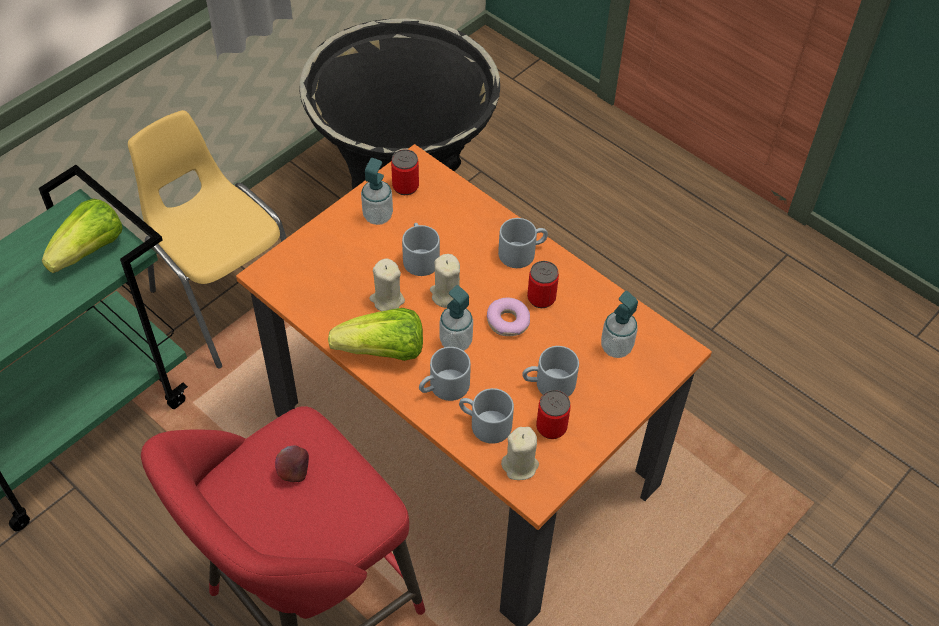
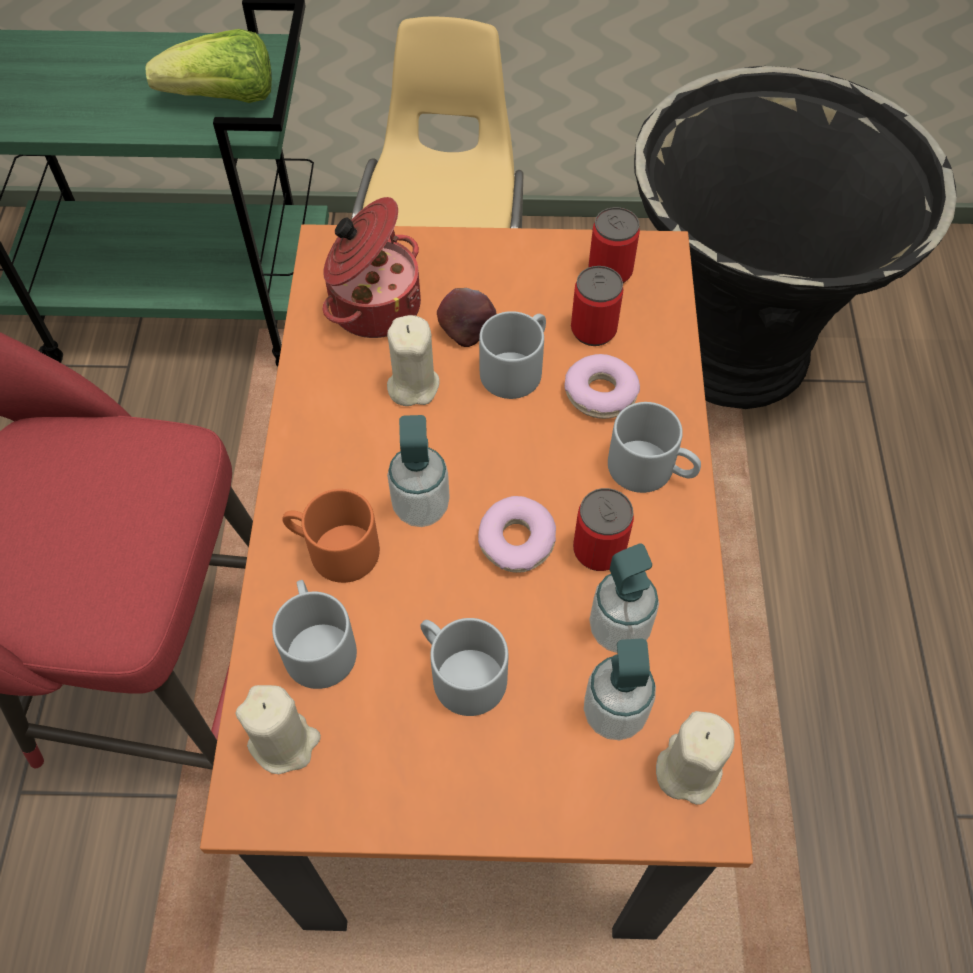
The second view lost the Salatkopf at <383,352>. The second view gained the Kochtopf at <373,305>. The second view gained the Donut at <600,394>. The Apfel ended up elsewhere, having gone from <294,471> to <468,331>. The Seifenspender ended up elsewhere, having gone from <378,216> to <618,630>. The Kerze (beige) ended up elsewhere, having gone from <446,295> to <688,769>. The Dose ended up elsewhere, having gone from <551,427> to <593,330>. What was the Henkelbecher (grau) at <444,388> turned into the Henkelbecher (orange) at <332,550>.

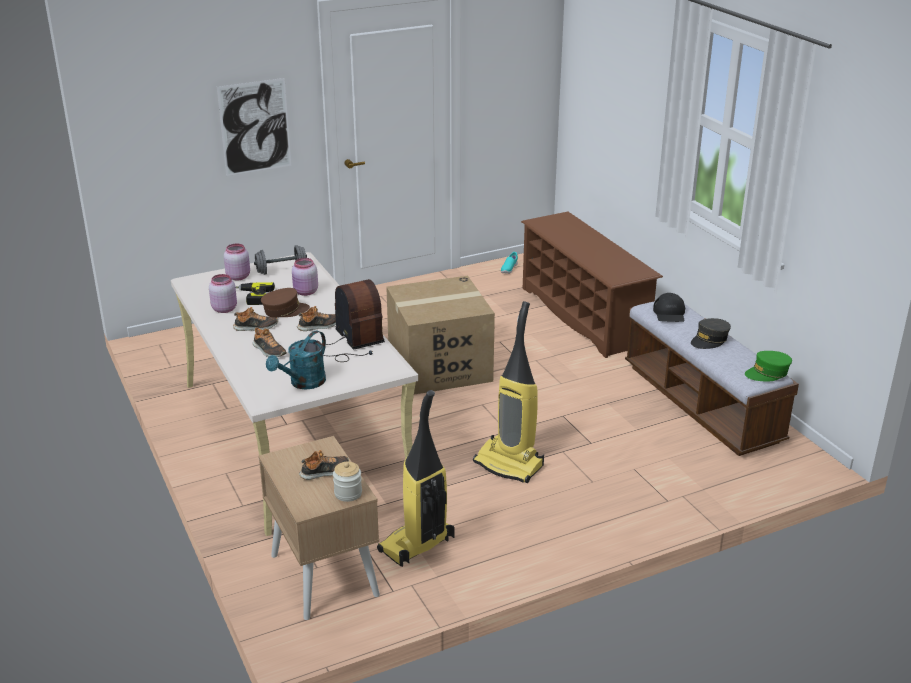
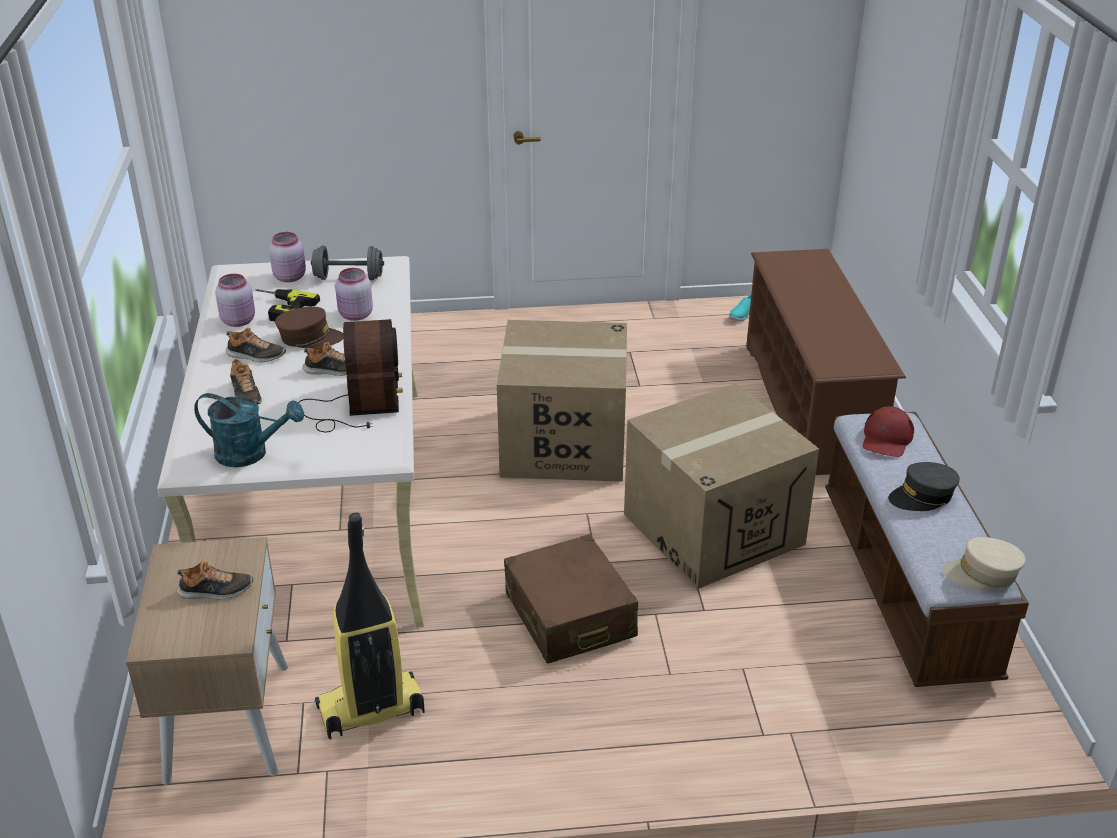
The second view lost the Bild at <255,127>. The second view lost the Vorratsglas at <348,493>. The second view gained the Karton at <713,528>. Where the Staubsauger stood at <510,464>, the Koffer (braun) came to stand at <569,616>. What was the Kappe (schwarz) at <669,313> turned into the Kappe (rot) at <886,439>. What was the Kappe (grün) at <767,373> turned into the Kappe (beige) at <982,574>. The Gießkanne (türkis) at <303,383> ended up facing another way, 135 degrees counterclockwise from before.

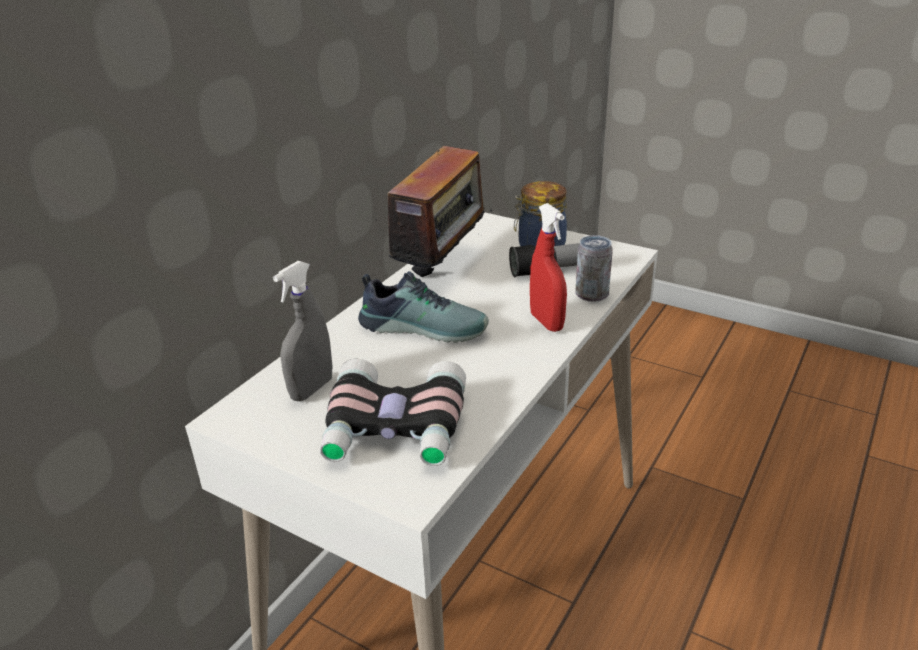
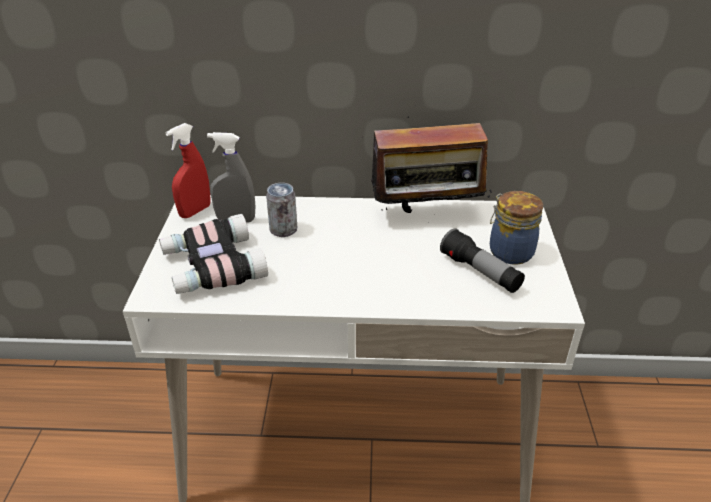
The second view lost the Schuh at <424,326>. The Sprühflasche (rot) ended up elsewhere, having gone from <546,322> to <195,211>. The Dose ended up elsewhere, having gone from <591,294> to <283,230>.

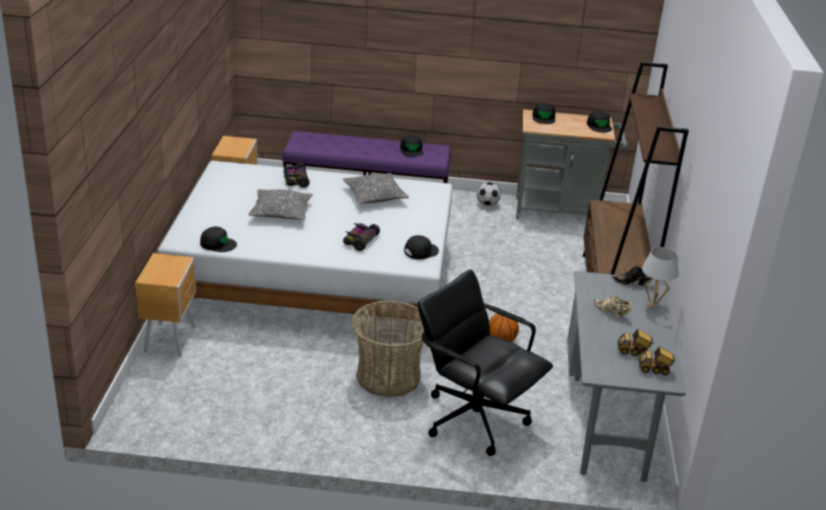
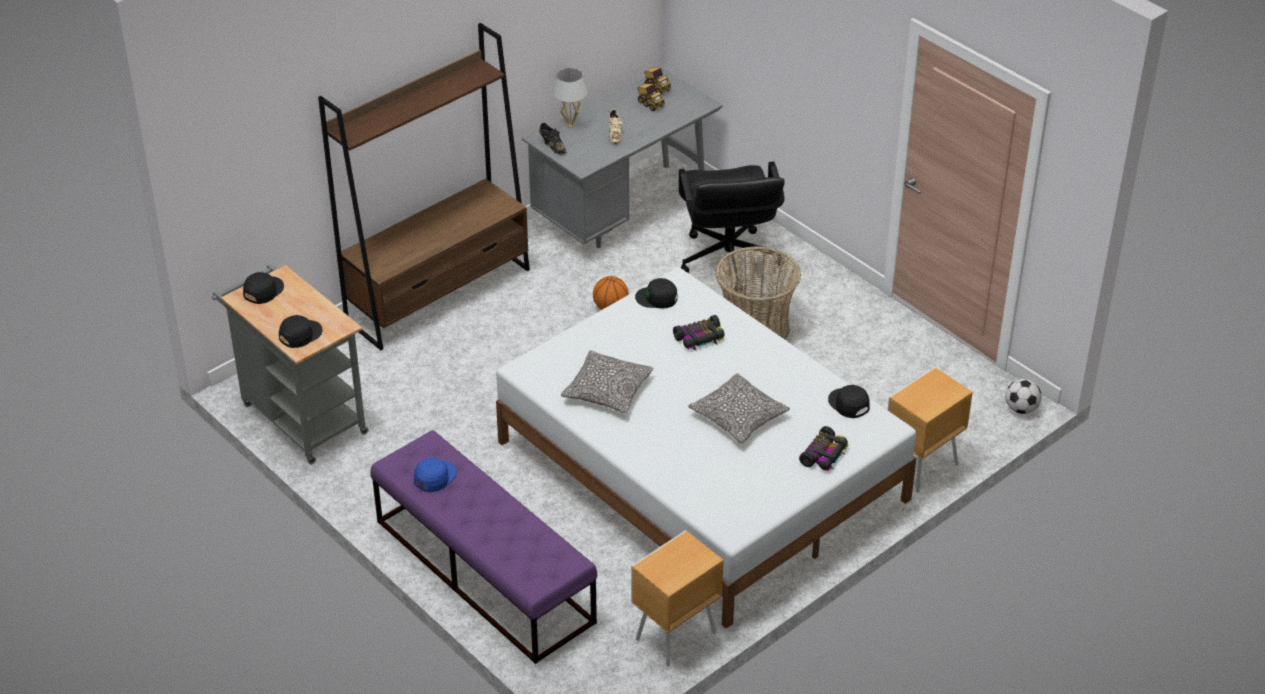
The Spielzeugauto ended up elsewhere, having gone from <295,180> to <825,455>. The Fußball ended up elsewhere, having gone from <487,204> to <1021,409>. What was the Kappe (schwarz) at <411,150> turned into the Kappe (blau) at <434,477>.

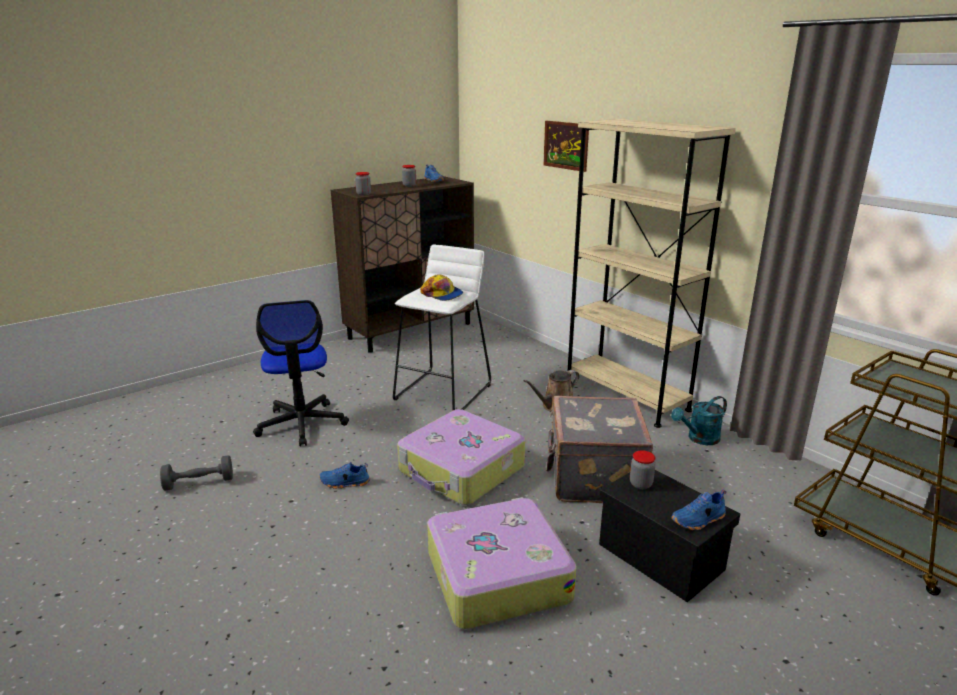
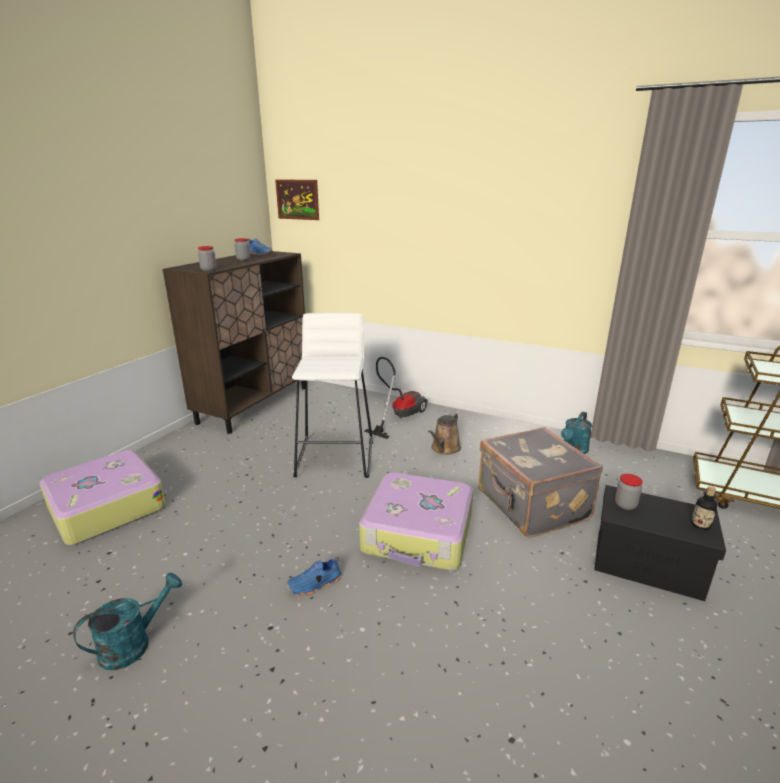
The second view lost the Bürostuhl at <302,424>. The second view lost the Kappe at <442,294>. The second view lost the Bücherregal (beige) at <626,396>. The second view gained the Staubsauger at <399,416>. The Koffer ended up elsewhere, having gone from <496,575> to <106,507>. The Bild ended up elsewhere, having gone from <566,145> to <297,199>. Where the Hantel (grau) stood at <199,483>, the Gießkanne (türkis) came to stand at <134,644>. Where the Schuh (blau) stood at <699,520>, the Flasche came to stand at <700,525>.

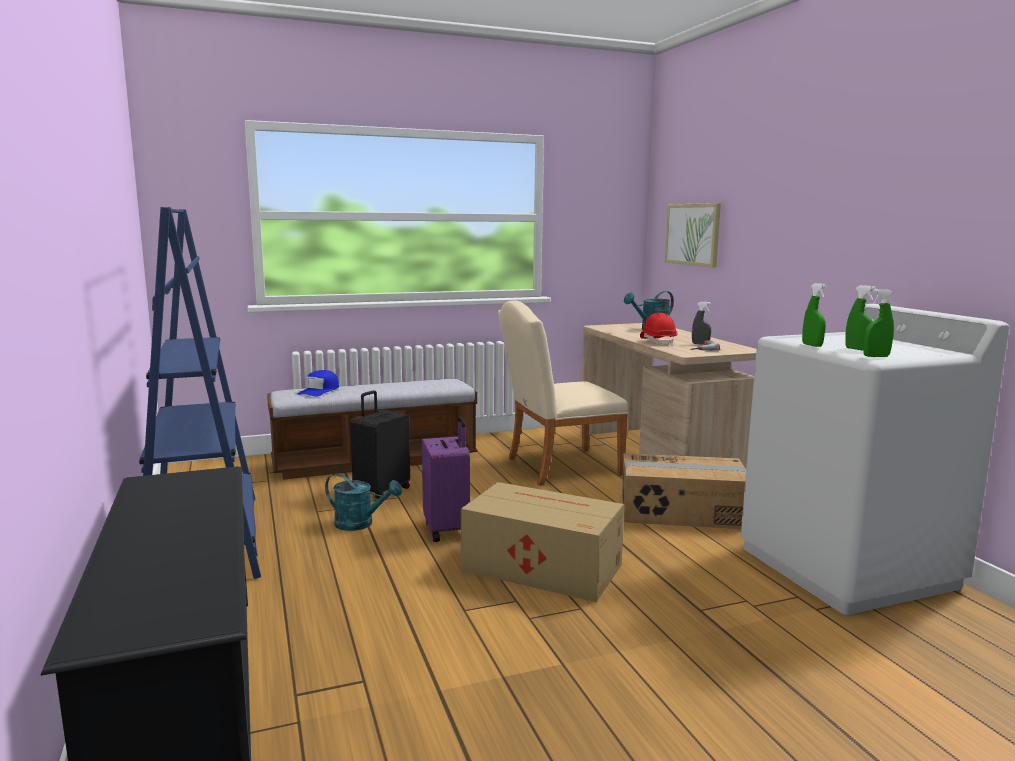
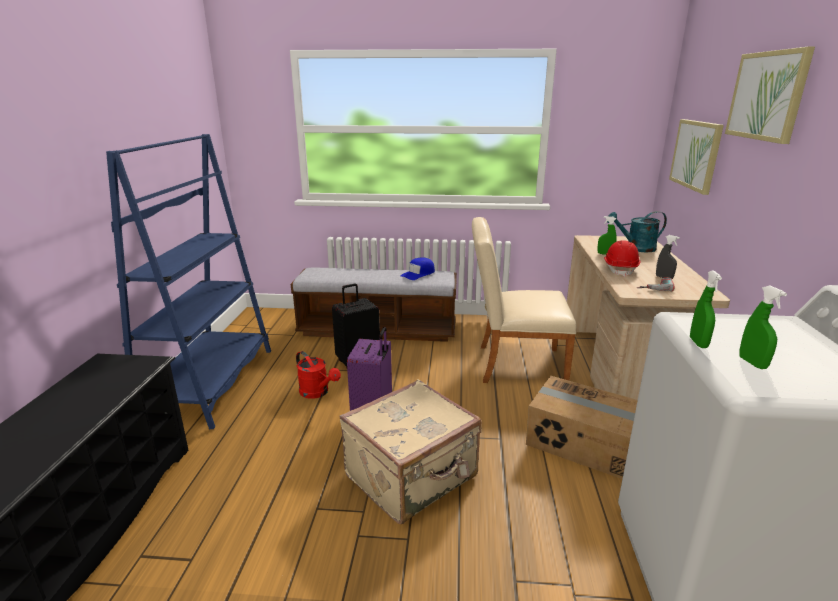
The second view gained the Bild at <767,96>. The Kappe (blau) ended up elsewhere, having gone from <319,391> to <418,274>. The Sprühflasche (grün) ended up elsewhere, having gone from <876,356> to <605,254>. Where the Karton stood at <540,566>, the Koffer (beige) came to stand at <412,477>. What was the Gießkanne (türkis) at <360,524> turned into the Gießkanne (rot) at <317,393>.

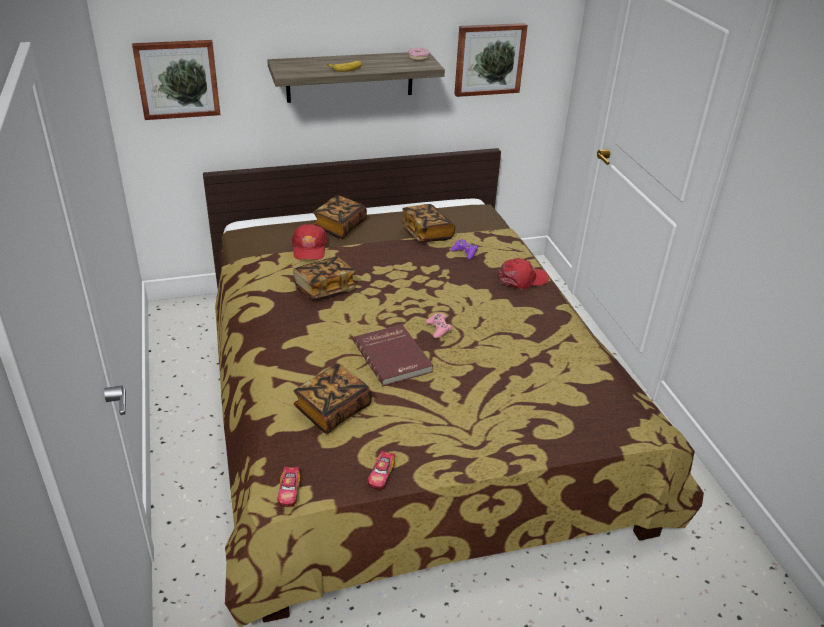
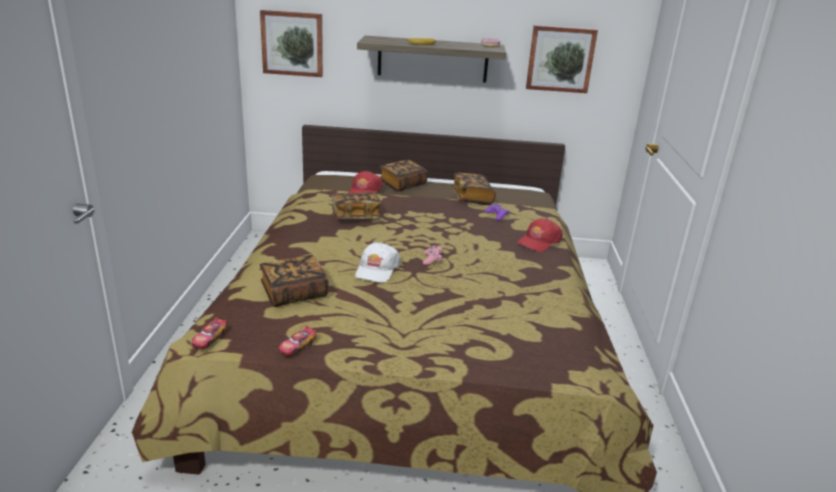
Where the Buch (rot) stood at <394,357>, the Kappe (weiß) came to stand at <377,269>. The Kappe (rot) at <522,279> ended up facing another way, 135 degrees clockwise from before.

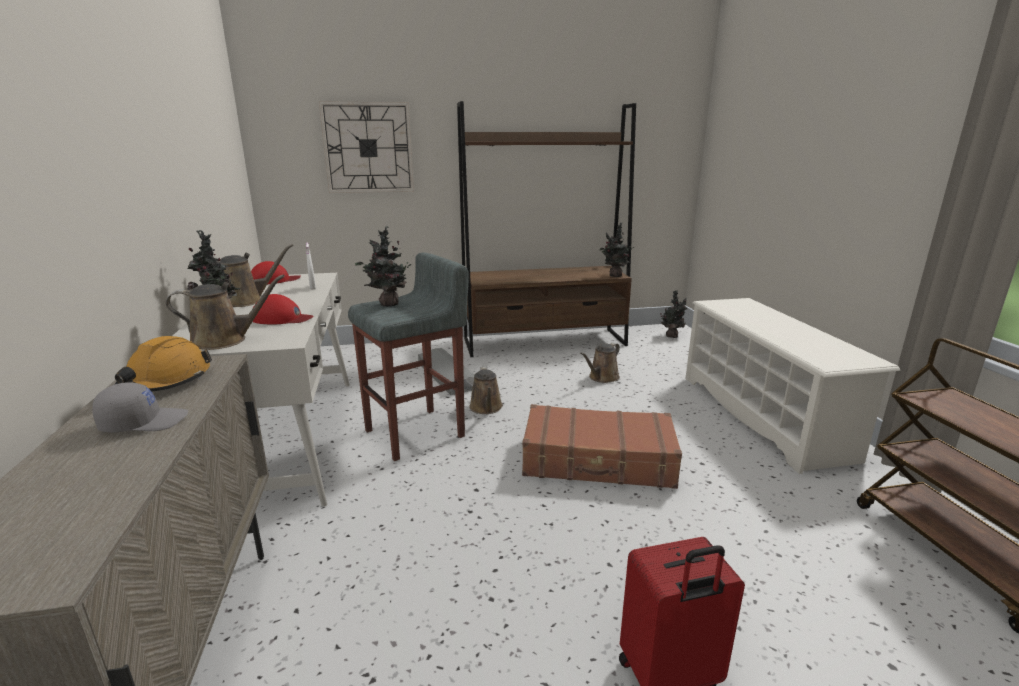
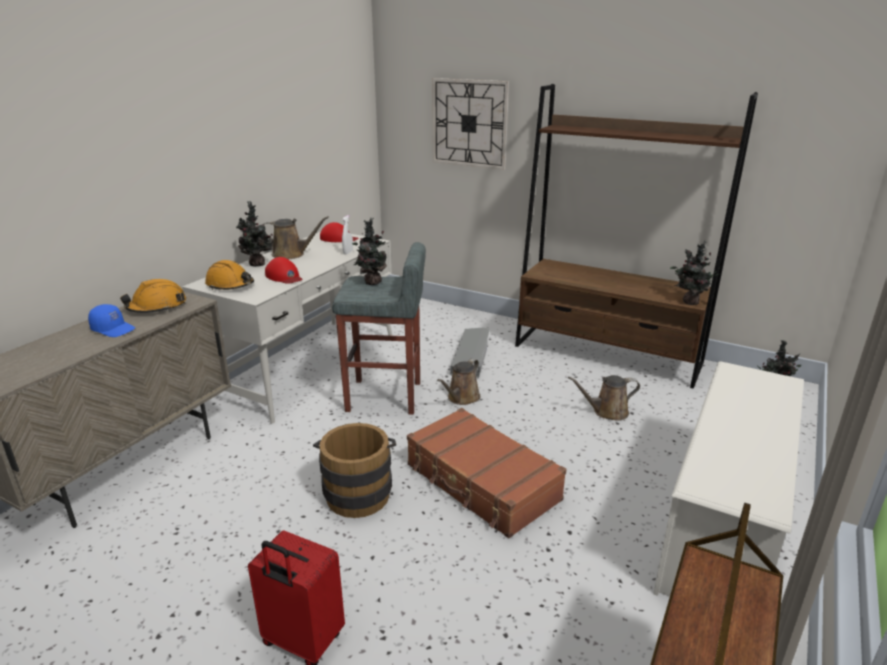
The second view gained the Eimer (braun) at <358,491>. Where the Gießkanne (braun) stood at <224,340>, the Schutzhelm (orange) came to stand at <230,285>. What was the Kappe (grau) at <144,422> turned into the Kappe (blau) at <114,329>.

